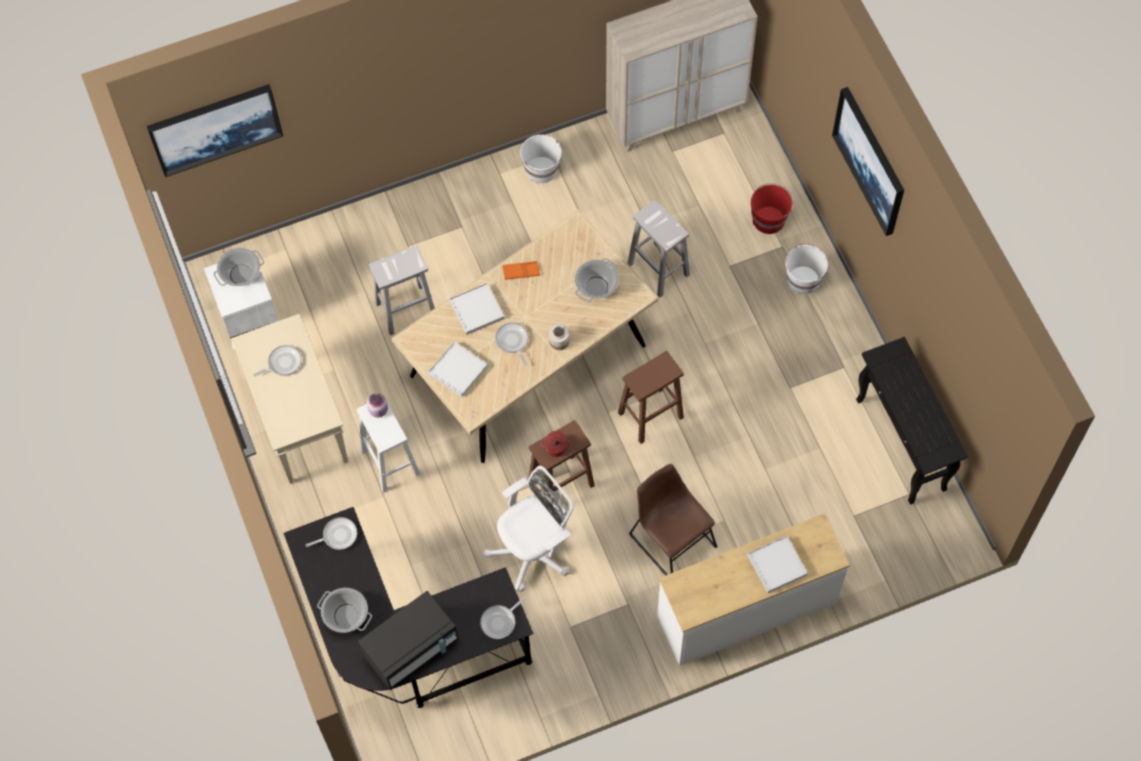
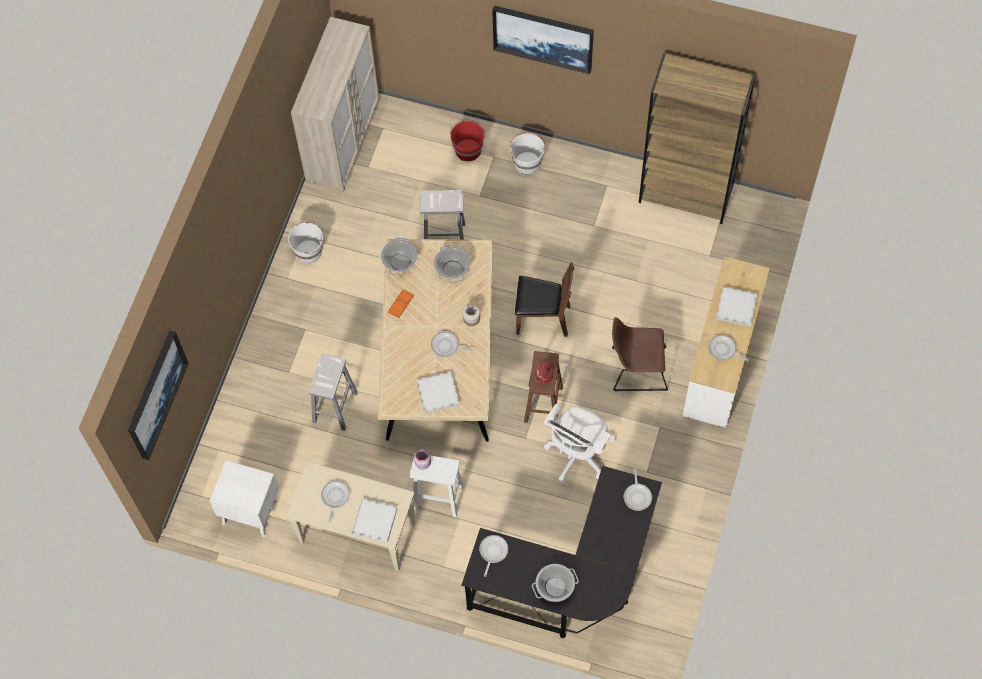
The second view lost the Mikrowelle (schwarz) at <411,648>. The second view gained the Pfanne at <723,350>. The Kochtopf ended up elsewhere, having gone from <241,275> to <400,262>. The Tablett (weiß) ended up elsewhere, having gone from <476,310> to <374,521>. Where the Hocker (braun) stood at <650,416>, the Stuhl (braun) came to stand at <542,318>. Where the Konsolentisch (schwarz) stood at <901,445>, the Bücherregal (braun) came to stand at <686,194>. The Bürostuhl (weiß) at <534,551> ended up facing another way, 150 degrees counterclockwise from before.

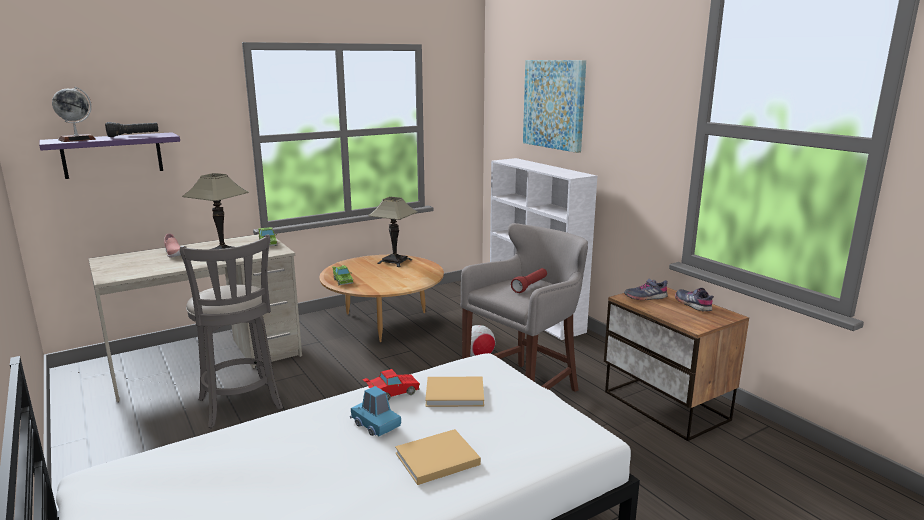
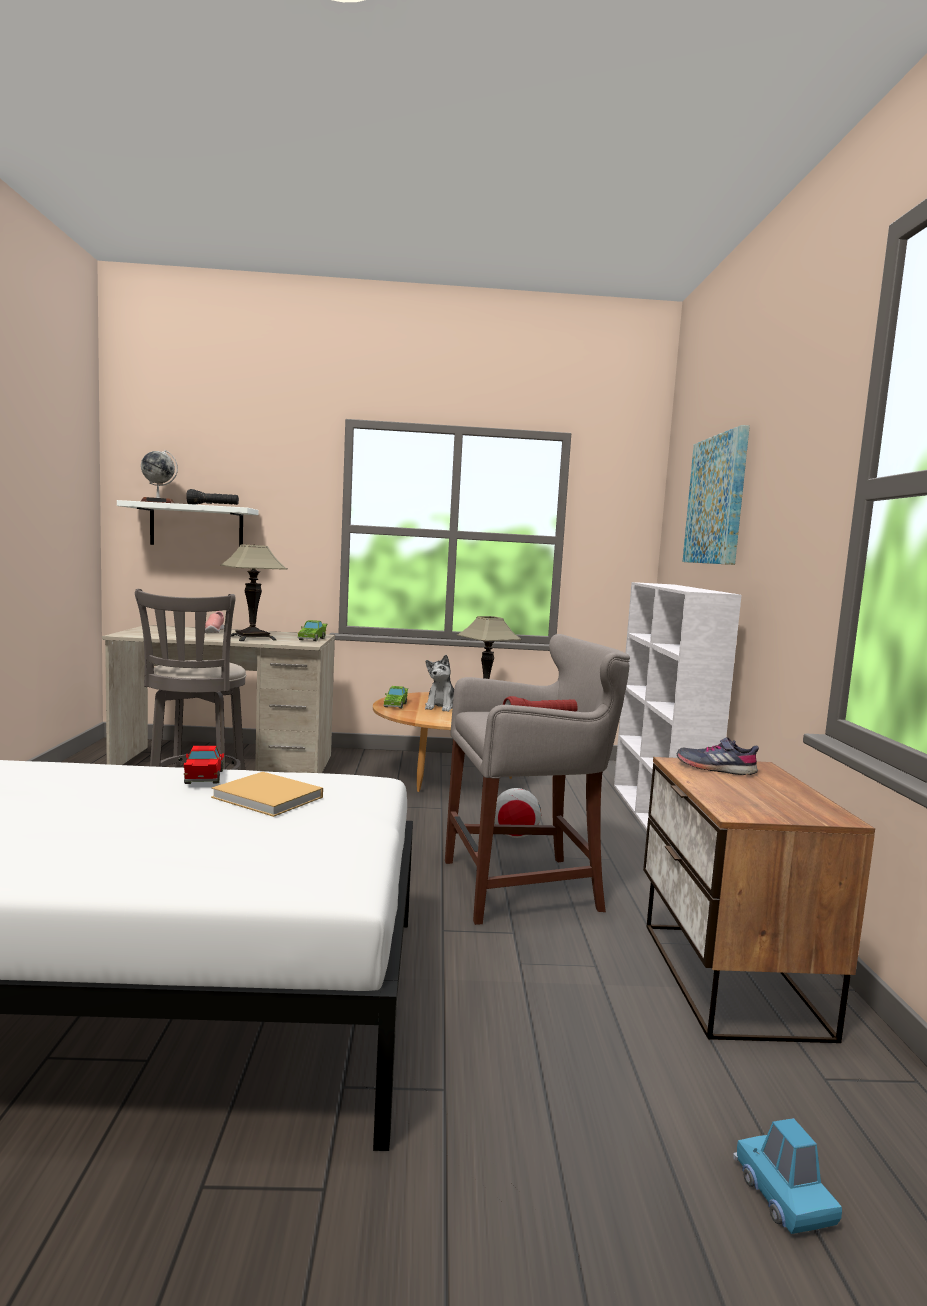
The second view lost the Buch (beige) at <435,459>. The second view lost the Schuh (grau) at <693,304>. The second view gained the Plüschtier at <441,707>. The Spielzeugauto (blau) ended up elsewhere, having gone from <375,424> to <783,1195>. What was the Wandregal (lila) at <112,155> turned into the Wandregal (weiß) at <196,526>. The Spielzeugauto (rot) at <391,394> ended up facing another way, 105 degrees counterclockwise from before.

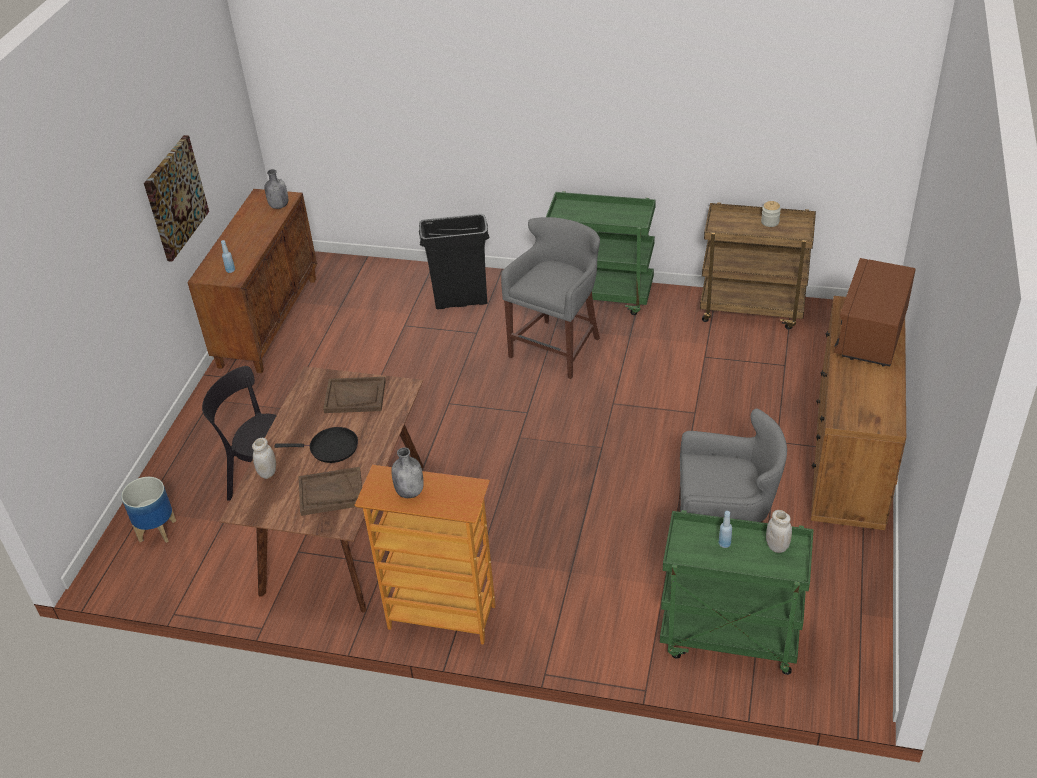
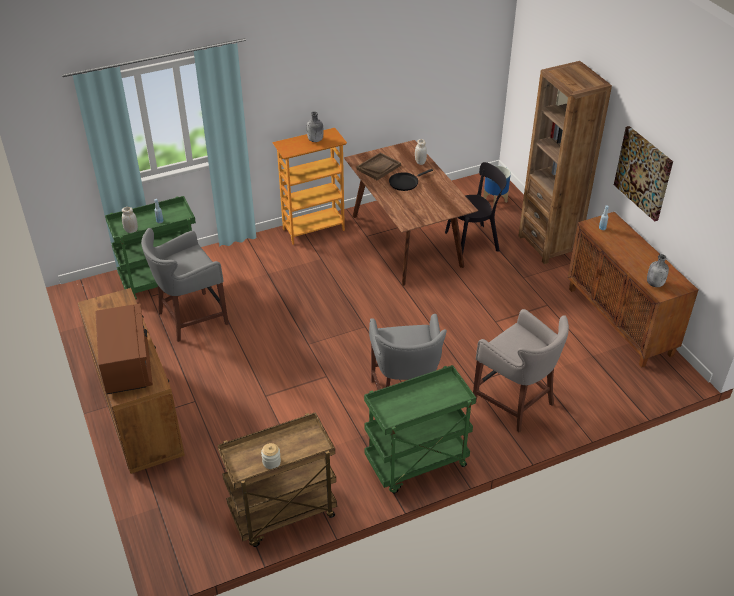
The second view lost the Tablett (braun) at <355,396>. The second view gained the Bücherregal (braun) at <548,244>. Where the Mülleimer (schwarz) stood at <461,301>, the Hocker (grau) came to stand at <515,403>.

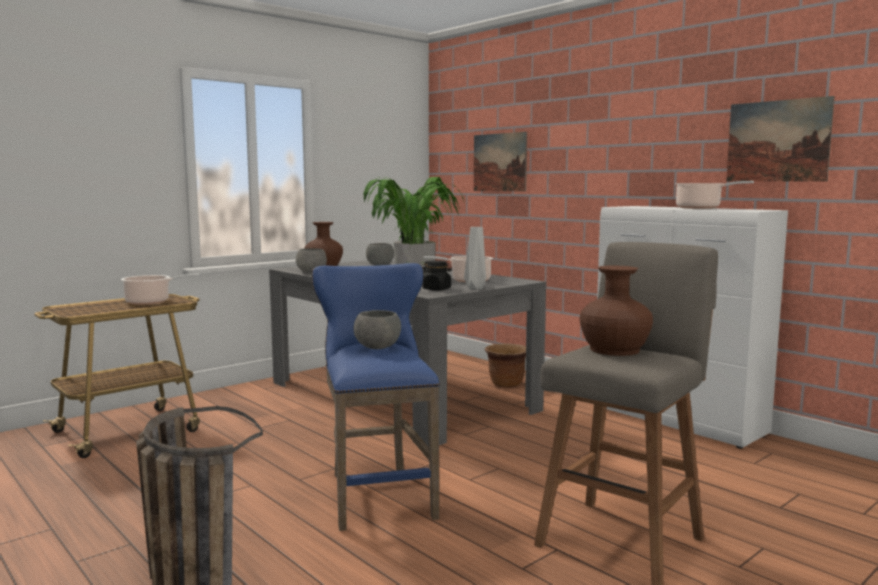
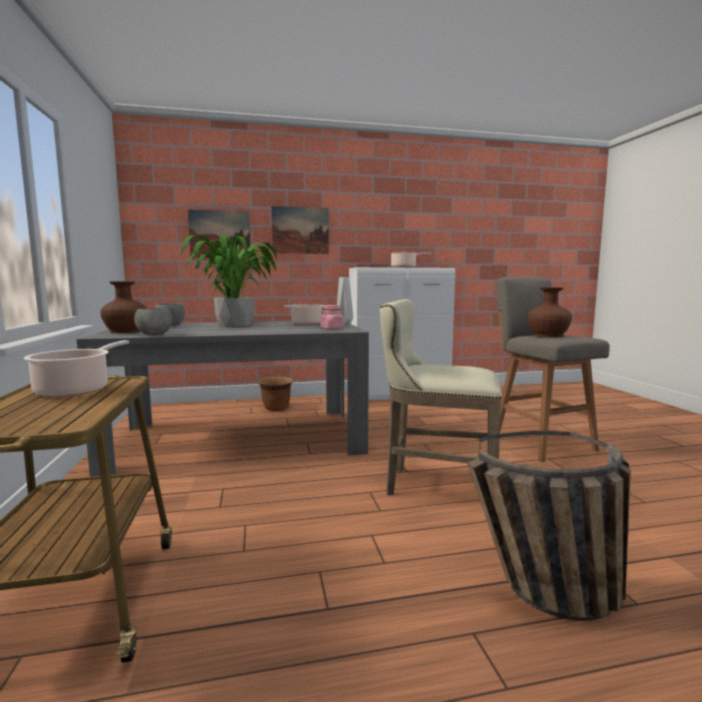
The second view lost the Schüssel (grau) at <378,348>. The Bild ended up elsewhere, having gone from <777,141> to <300,230>. What was the Hocker (blau) at <378,493> turned into the Hocker (beige) at <435,486>. What was the Vorratsglas (schwarz) at <437,289> turned into the Vorratsglas (rosa) at <332,328>.

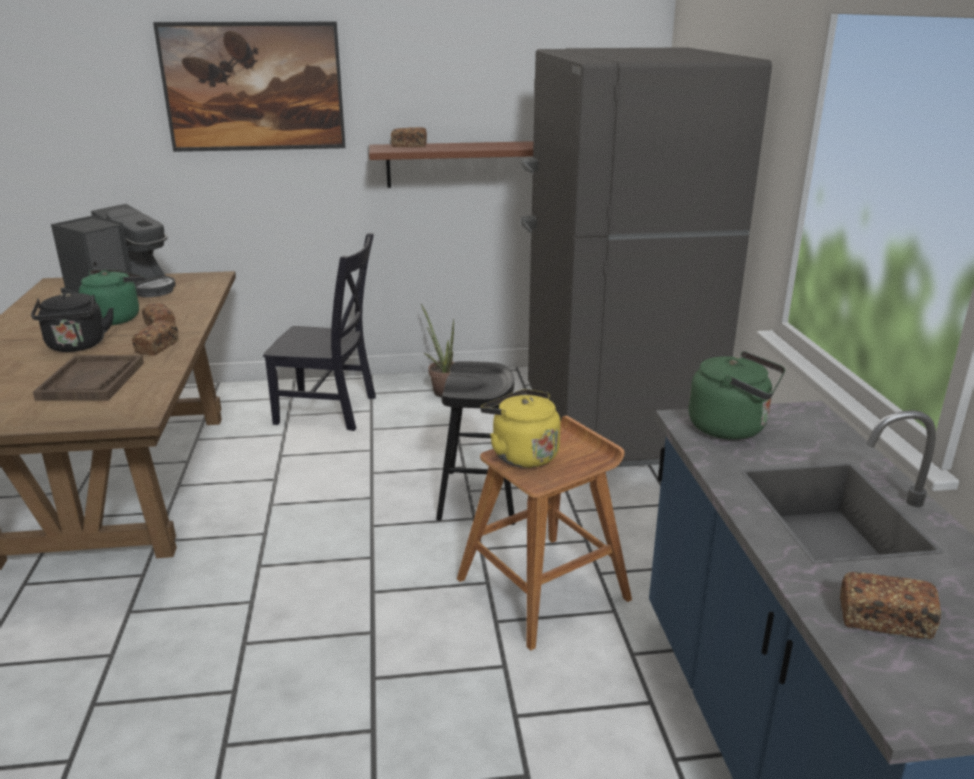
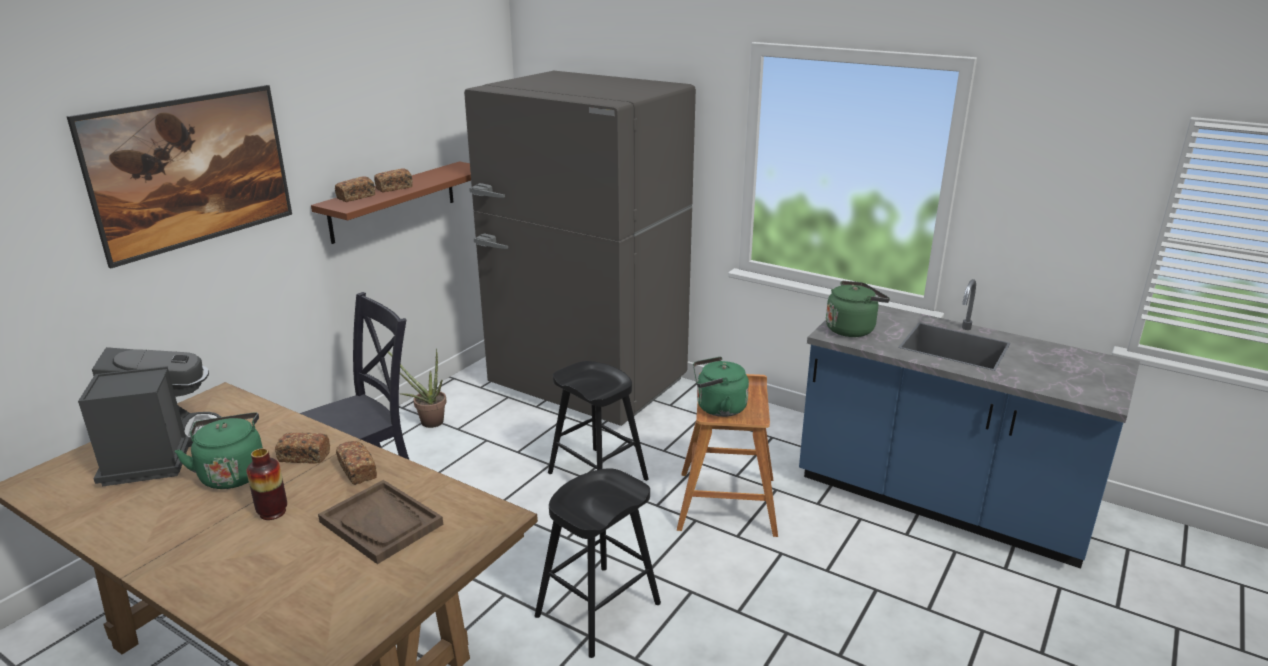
The second view gained the Hocker (schwarz) at <598,610>. The Brot ended up elsewhere, having gone from <884,620> to <394,188>. Where the Wasserkessel (schwarz) stood at <77,346>, the Vase came to stand at <272,512>. What was the Wasserkessel (gelb) at <521,454> turned into the Wasserkessel (grün) at <718,408>.

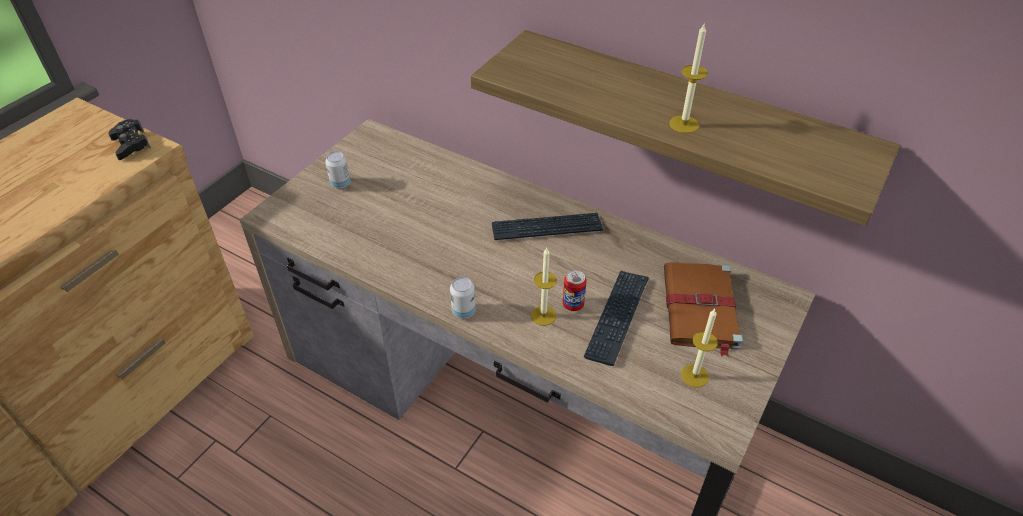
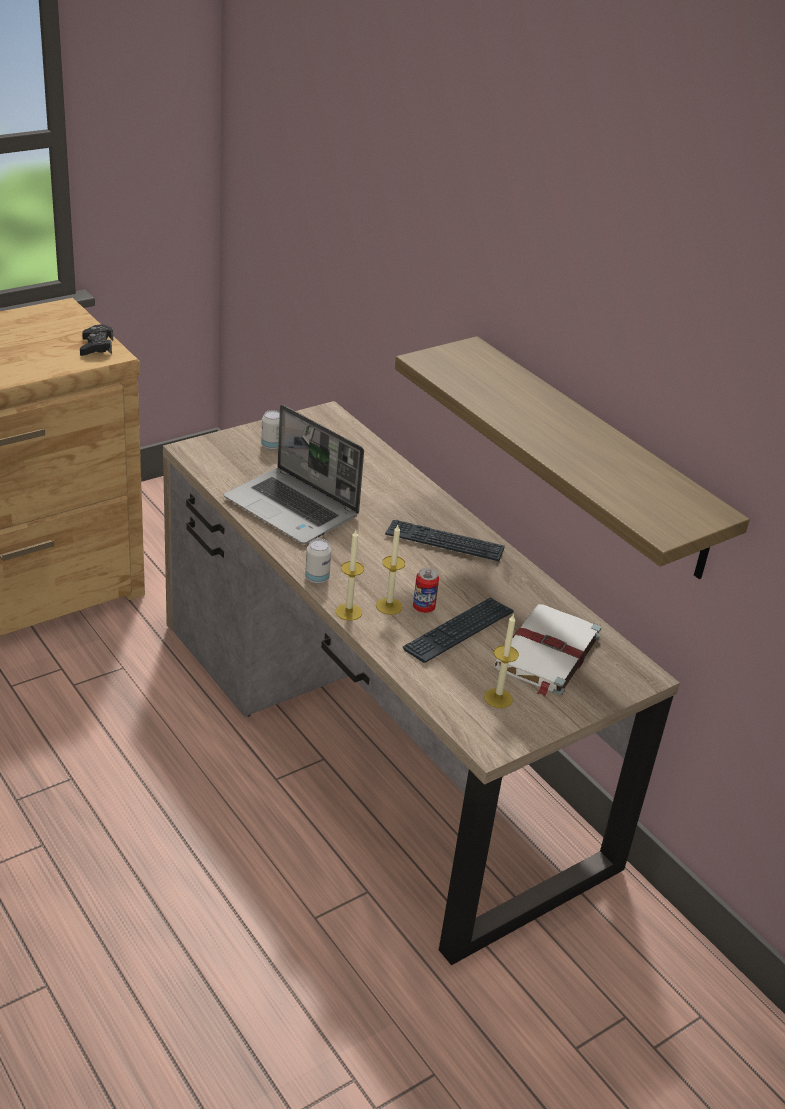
The second view gained the Laptop at <293,508>. The Kerze ended up elsewhere, having gone from <684,124> to <348,612>. What was the Buch (braun) at <700,309> turned into the Buch (weiß) at <546,653>.

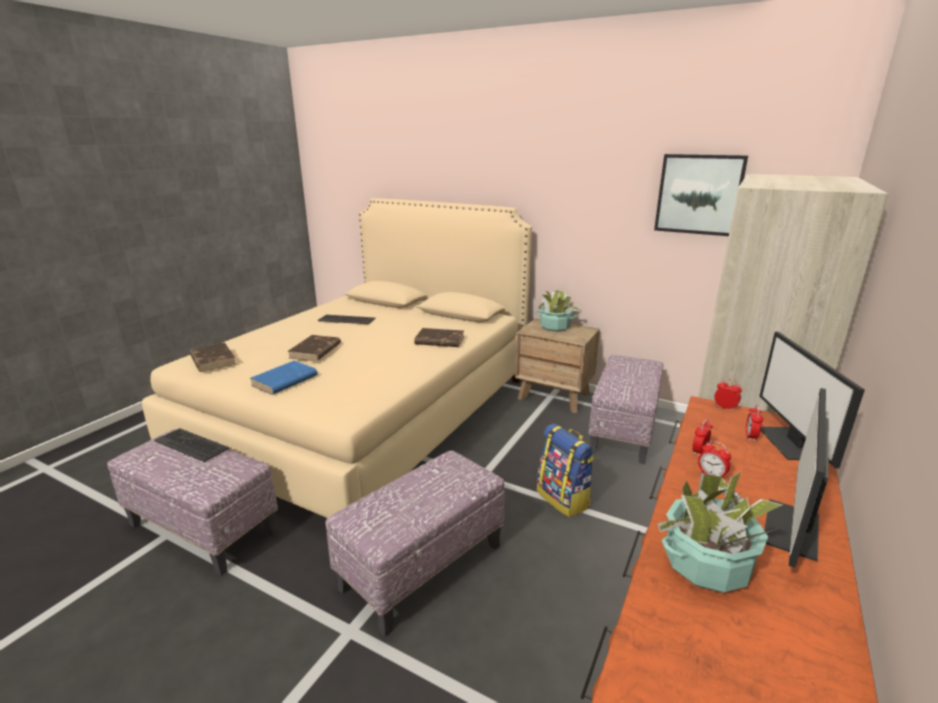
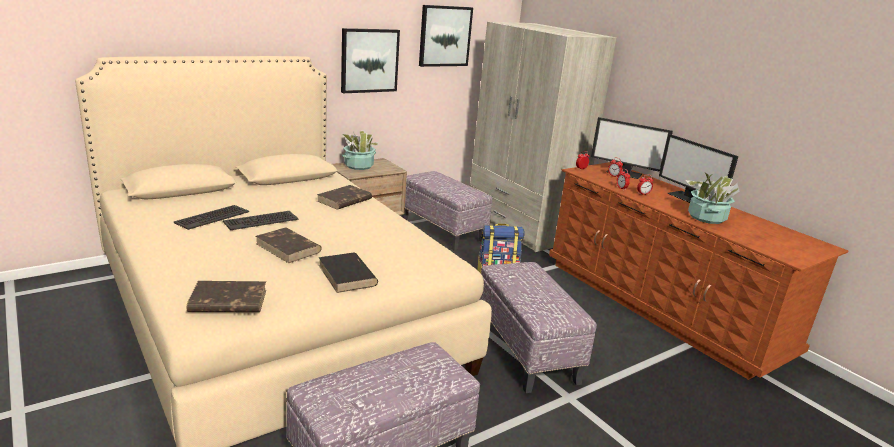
The second view gained the Bild at <369,60>. The Tastatur ended up elsewhere, having gone from <192,445> to <261,220>. What was the Buch (blau) at <284,381> turned into the Buch (schwarz) at <347,275>.

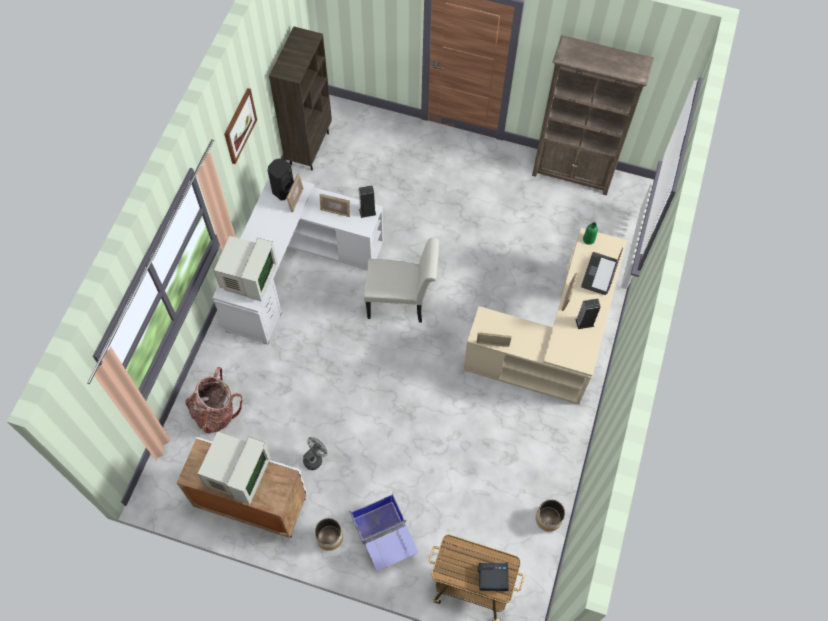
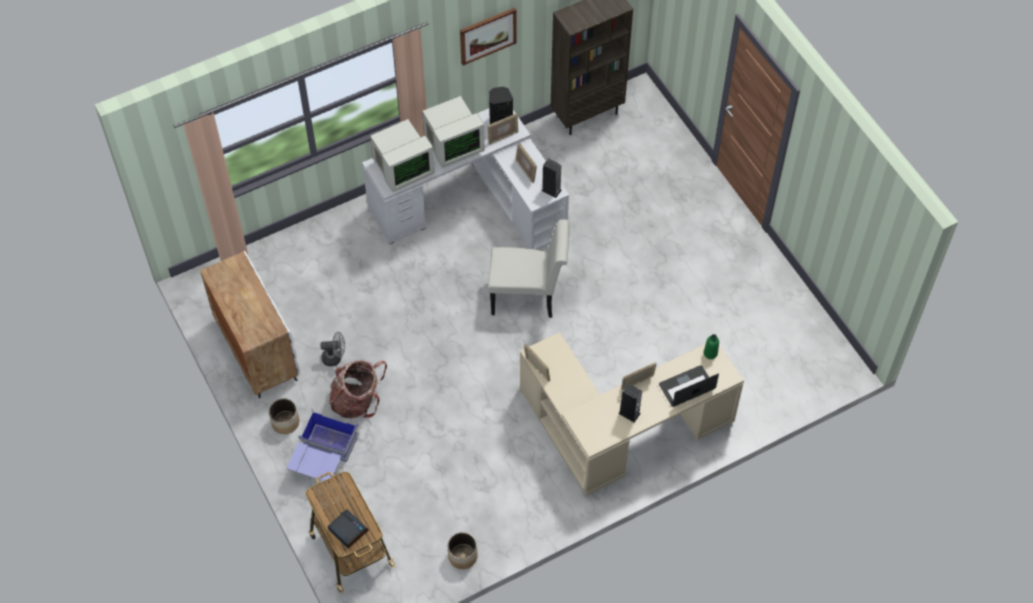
The second view lost the Bücherregal (braun) at <573,174>. The Rucksack ended up elsewhere, having gone from <215,412> to <357,401>. The Monitor ended up elsewhere, having gone from <237,475> to <452,146>. The Stuhl (weiß) at <401,302> ended up facing another way, 45 degrees counterclockwise from before.

